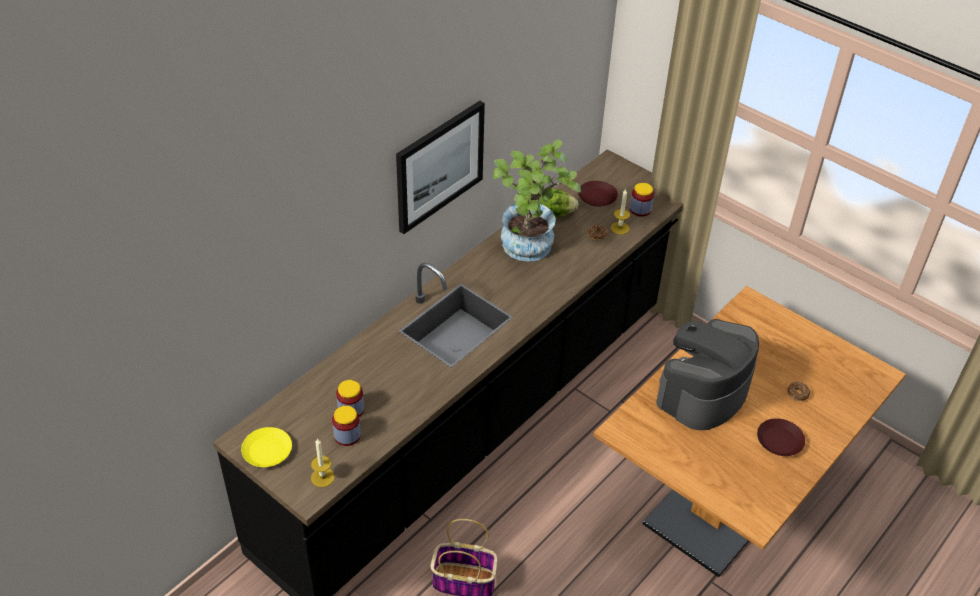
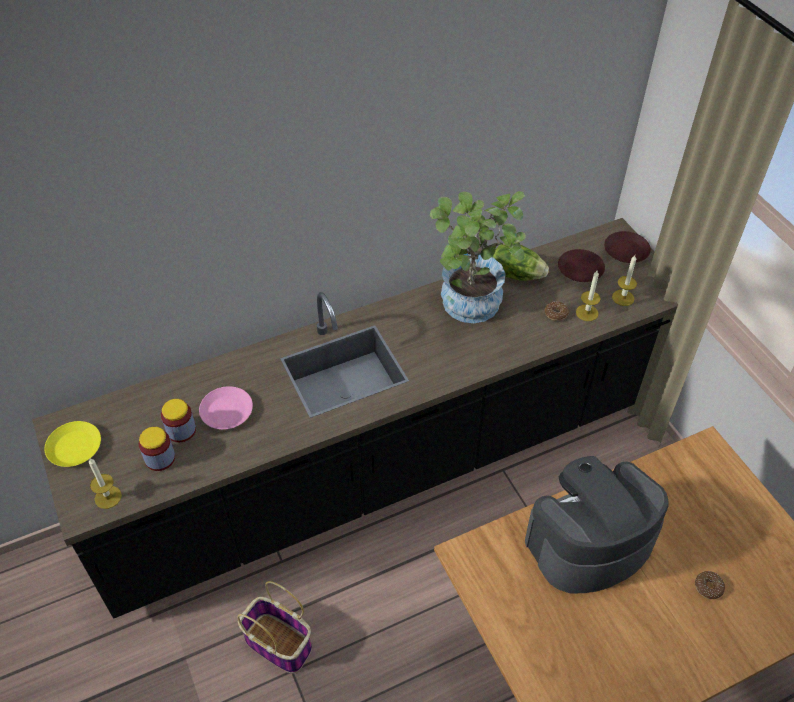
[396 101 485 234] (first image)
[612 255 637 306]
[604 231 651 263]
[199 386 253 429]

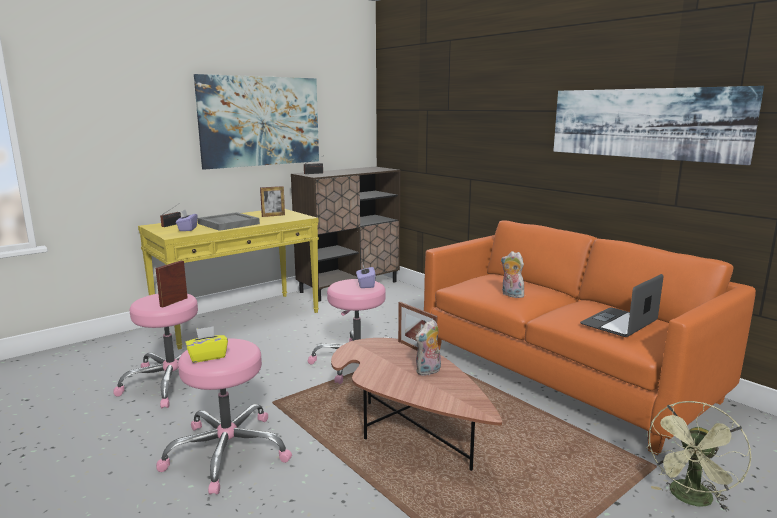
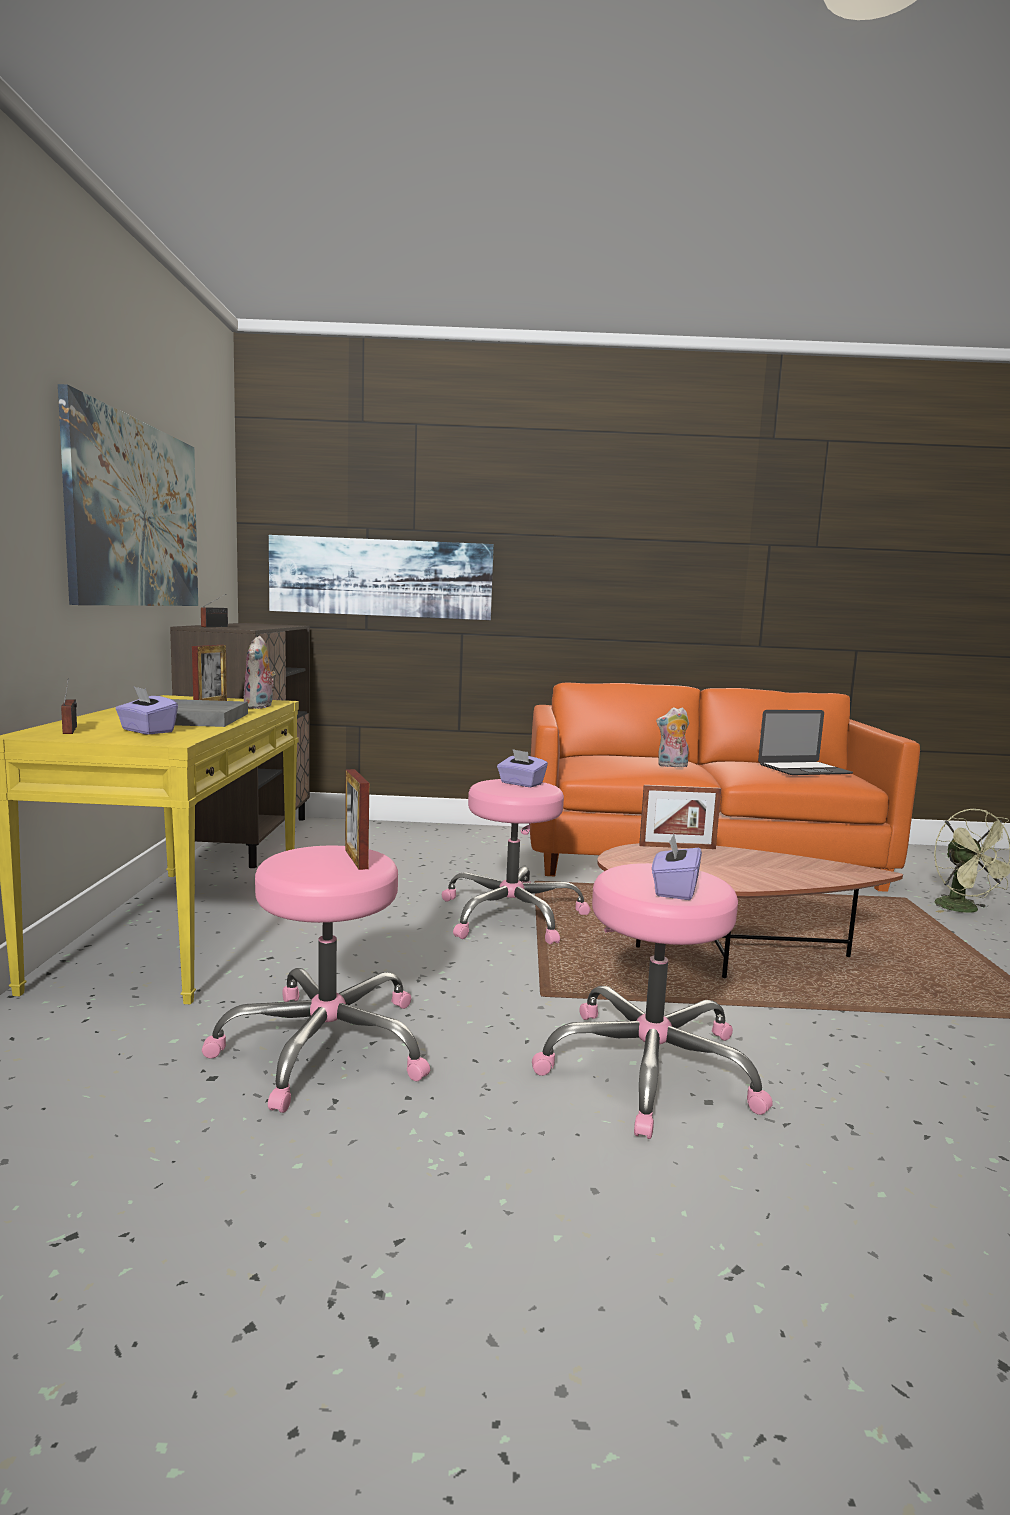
[269 535 494 620]
[758 710 853 775]
[244 636 276 709]
[652 834 702 900]

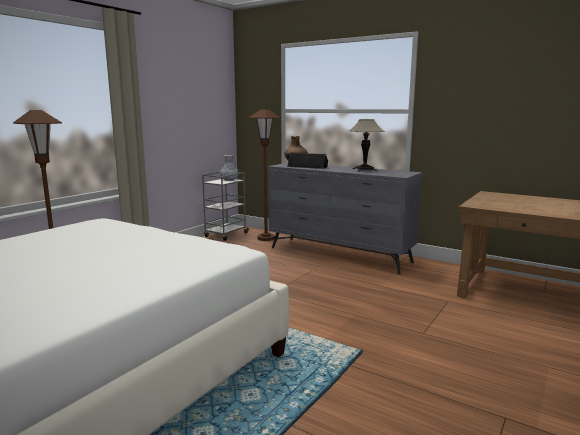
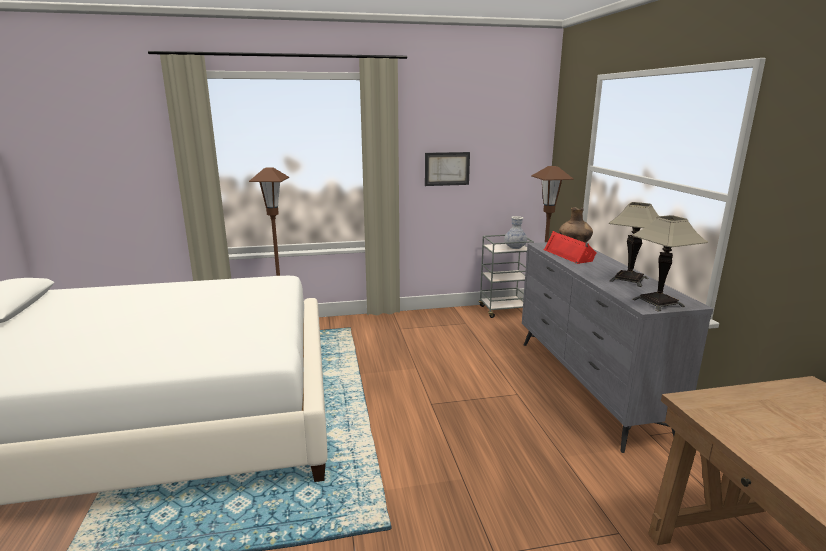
[544 231 597 264]
[425 152 470 186]
[632 215 708 312]

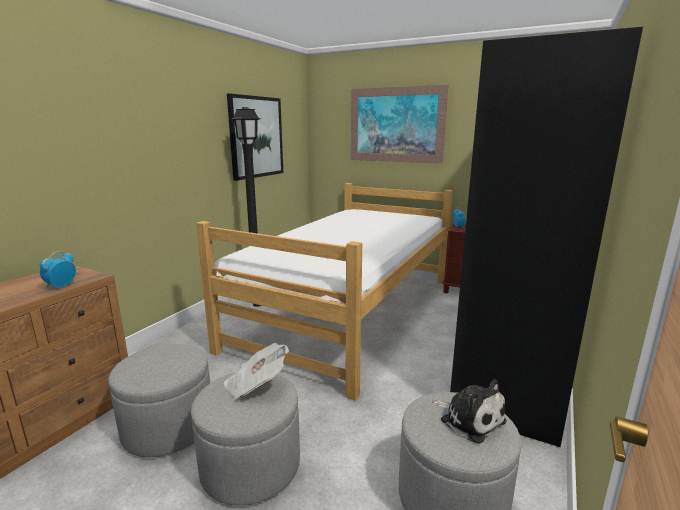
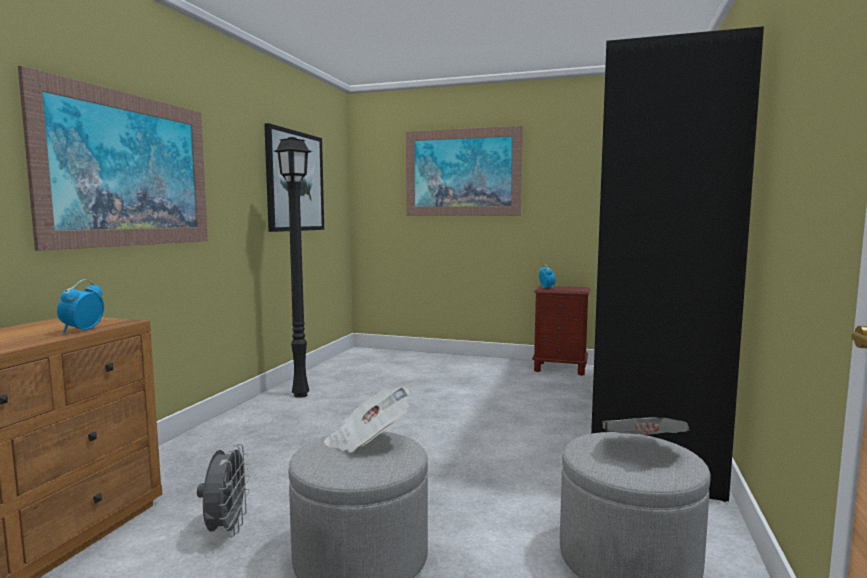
[196 183 453 400] (first image)
[197 444 250 537]
[602 418 690 435]
[18 66 208 251]

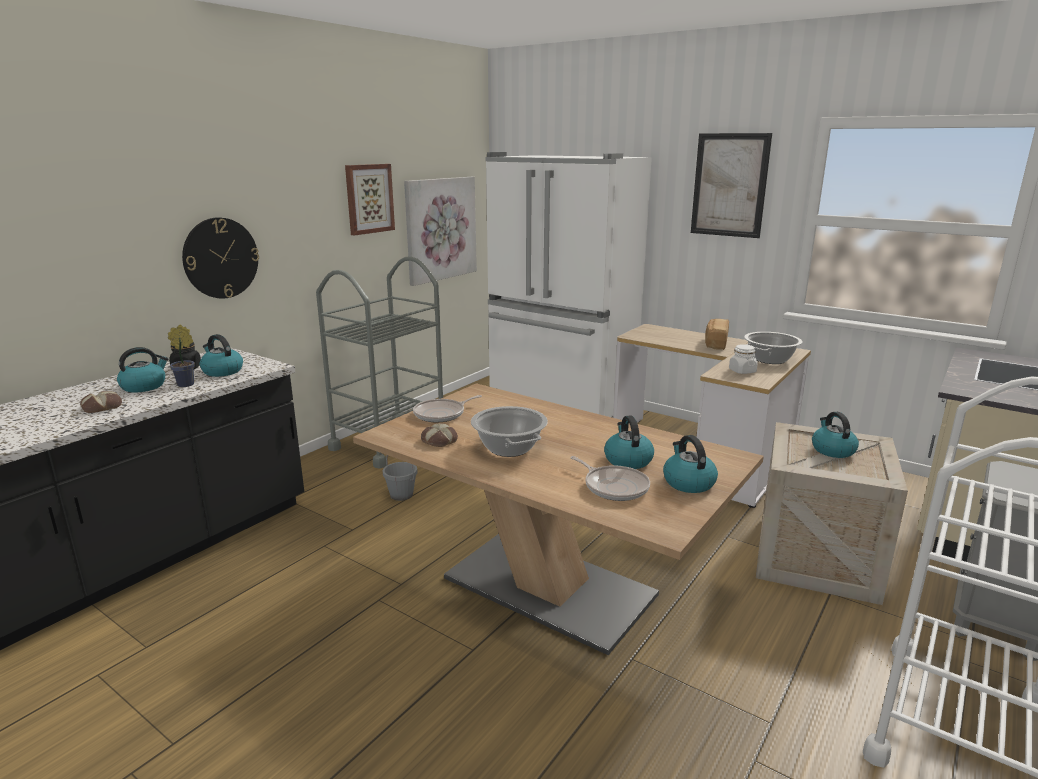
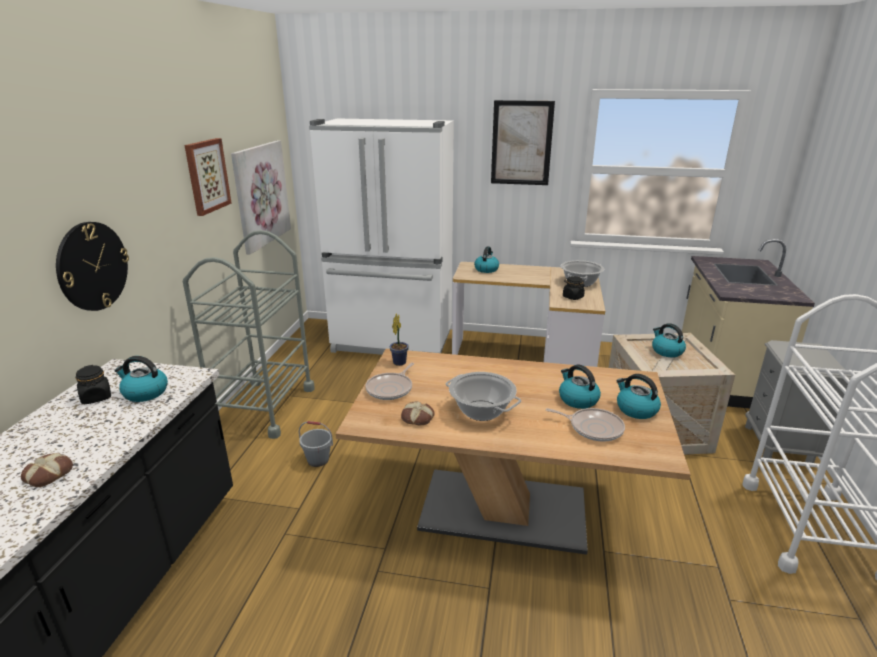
[705 319 729 350] (first image)
[390 314 409 366]
[563 276 585 300]
[474 246 499 273]

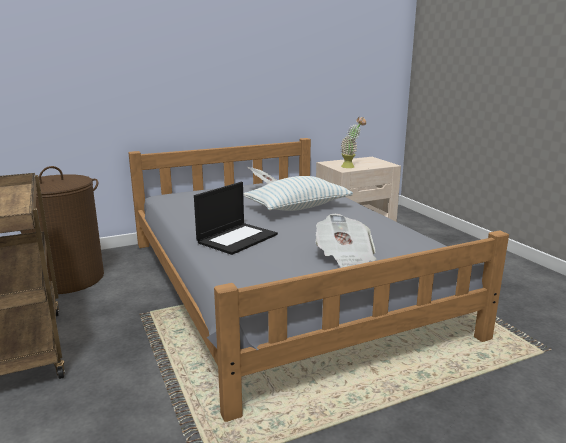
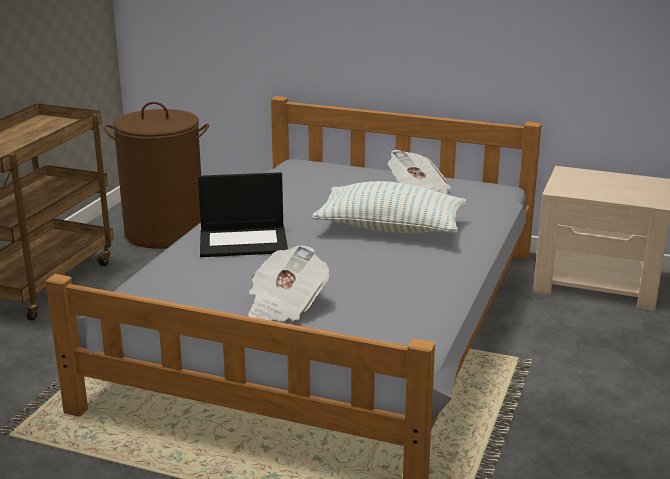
[341 117 366 168] (first image)

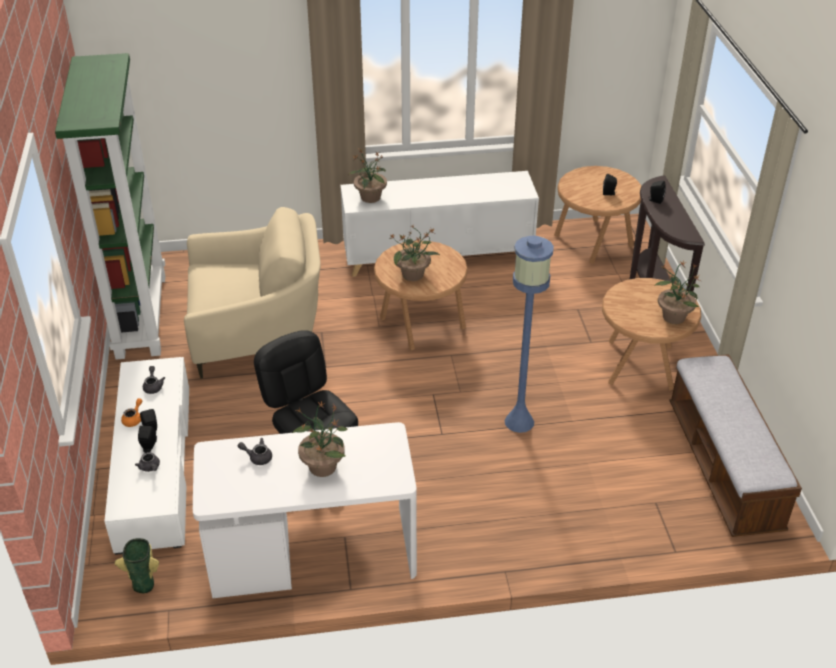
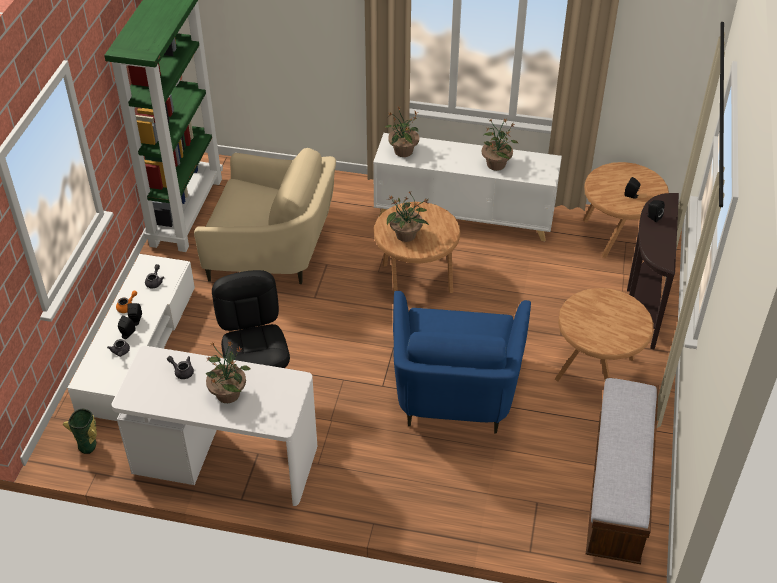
[393 291 531 434]
[482 118 518 171]

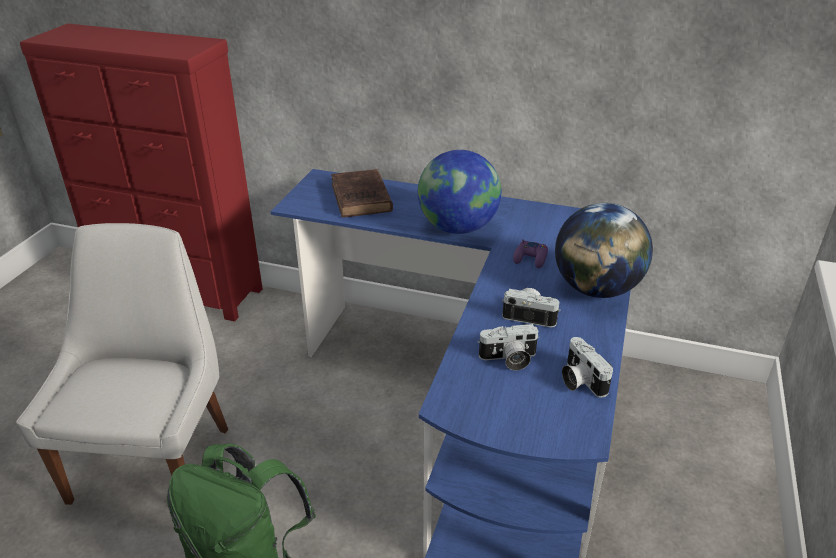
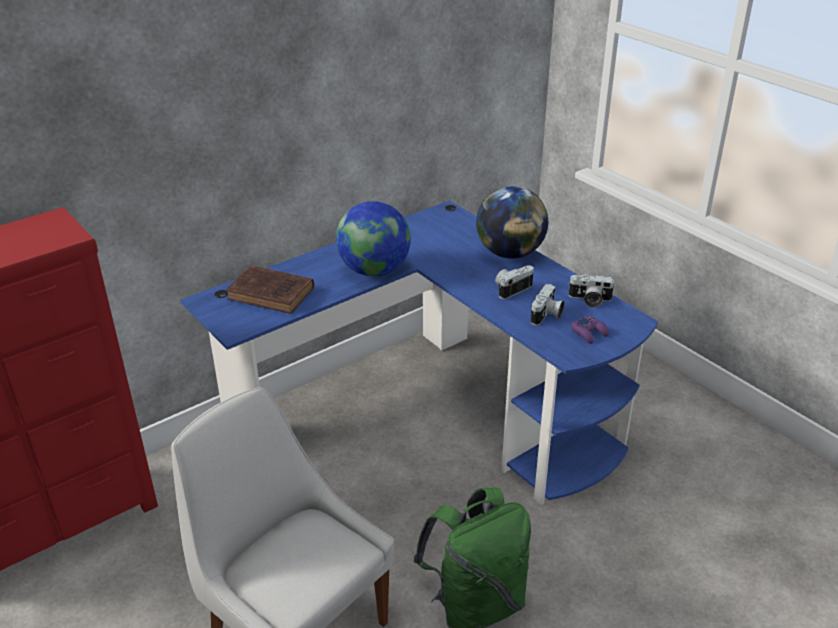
[571 316 609 344]

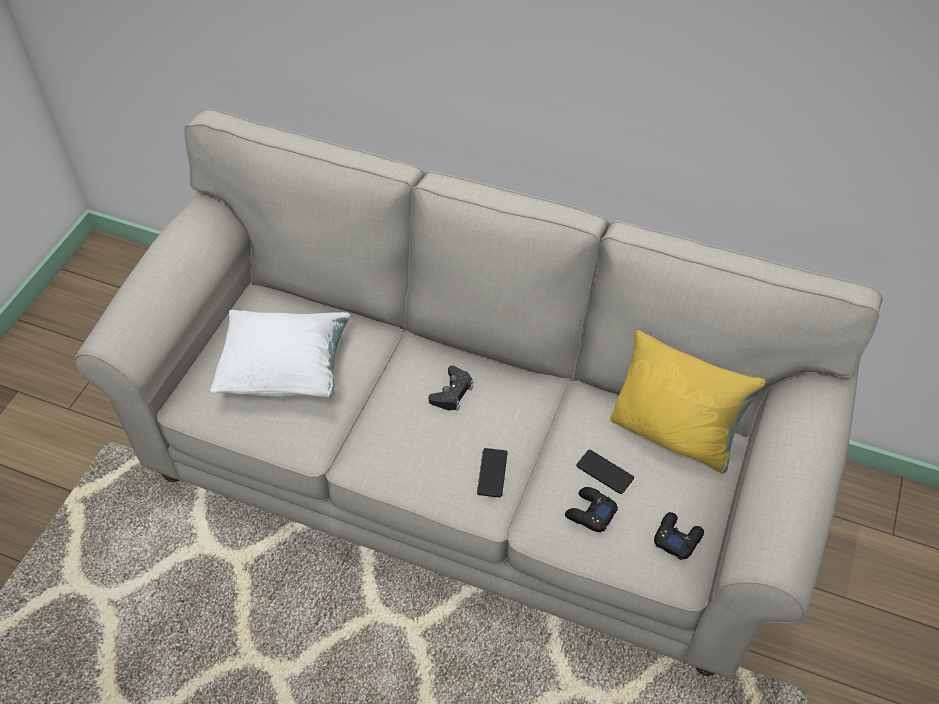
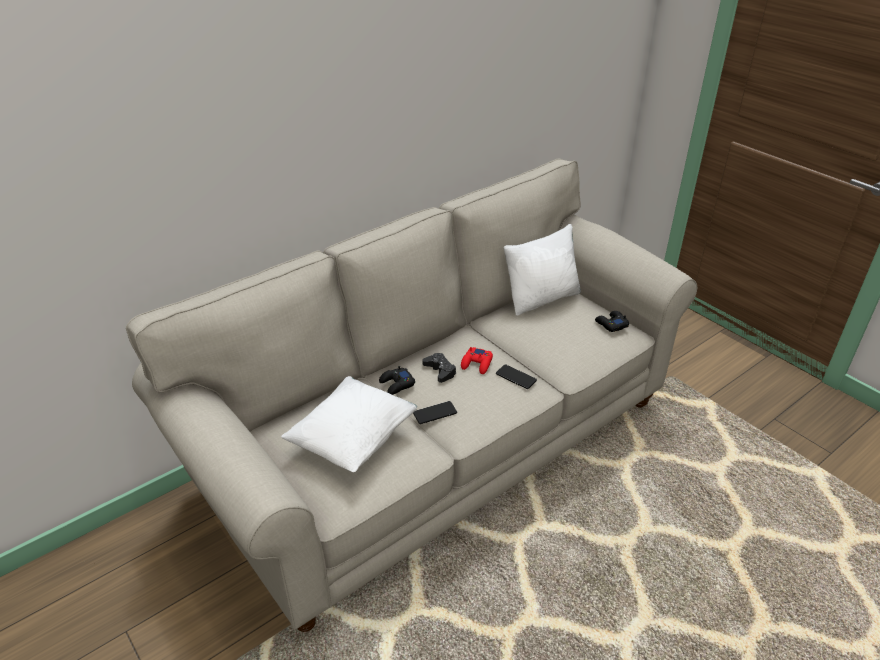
[504 224 581 316]
[413 401 457 424]
[379 366 415 395]
[461 347 493 374]

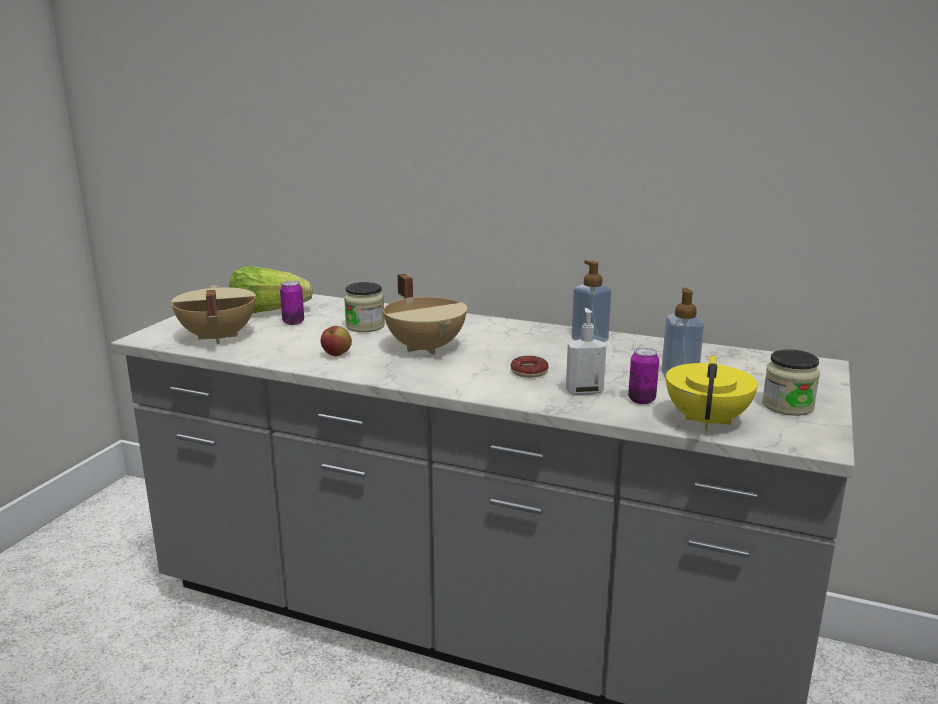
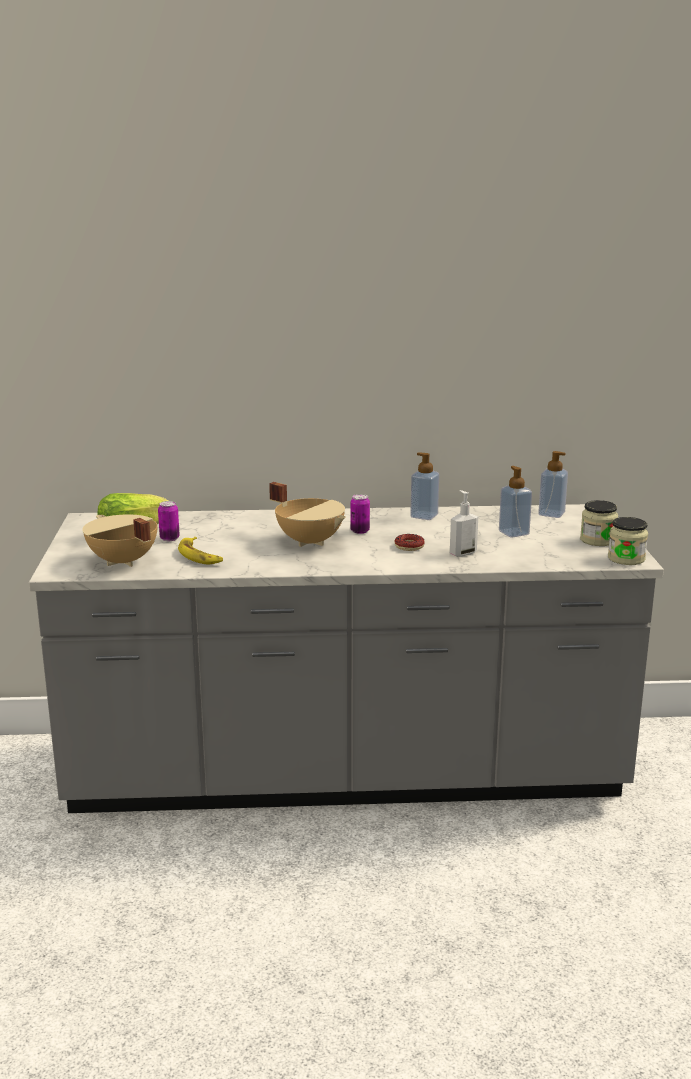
[608 517 648 565]
[321 326 352 356] (first image)
[350 494 370 534]
[666 356 758 430] (first image)
[538 451 568 518]
[178 537 223 564]

